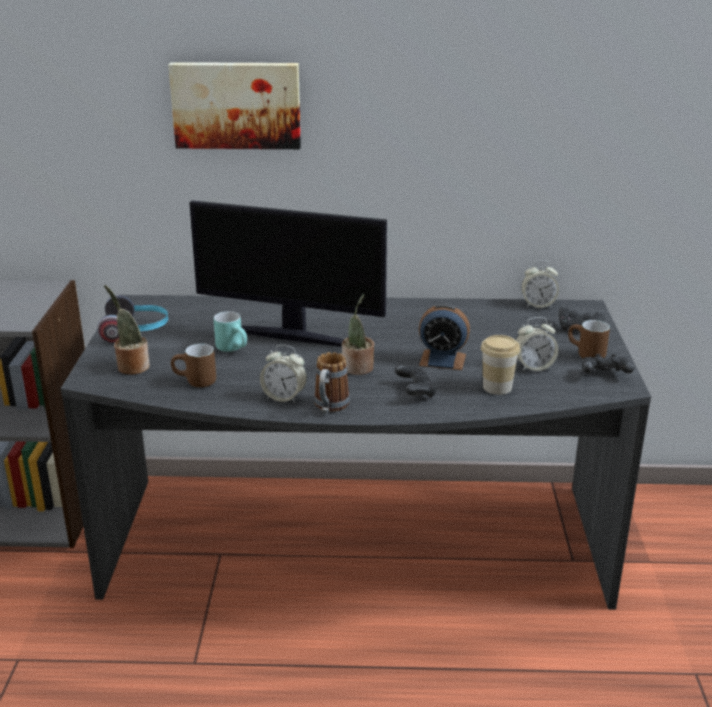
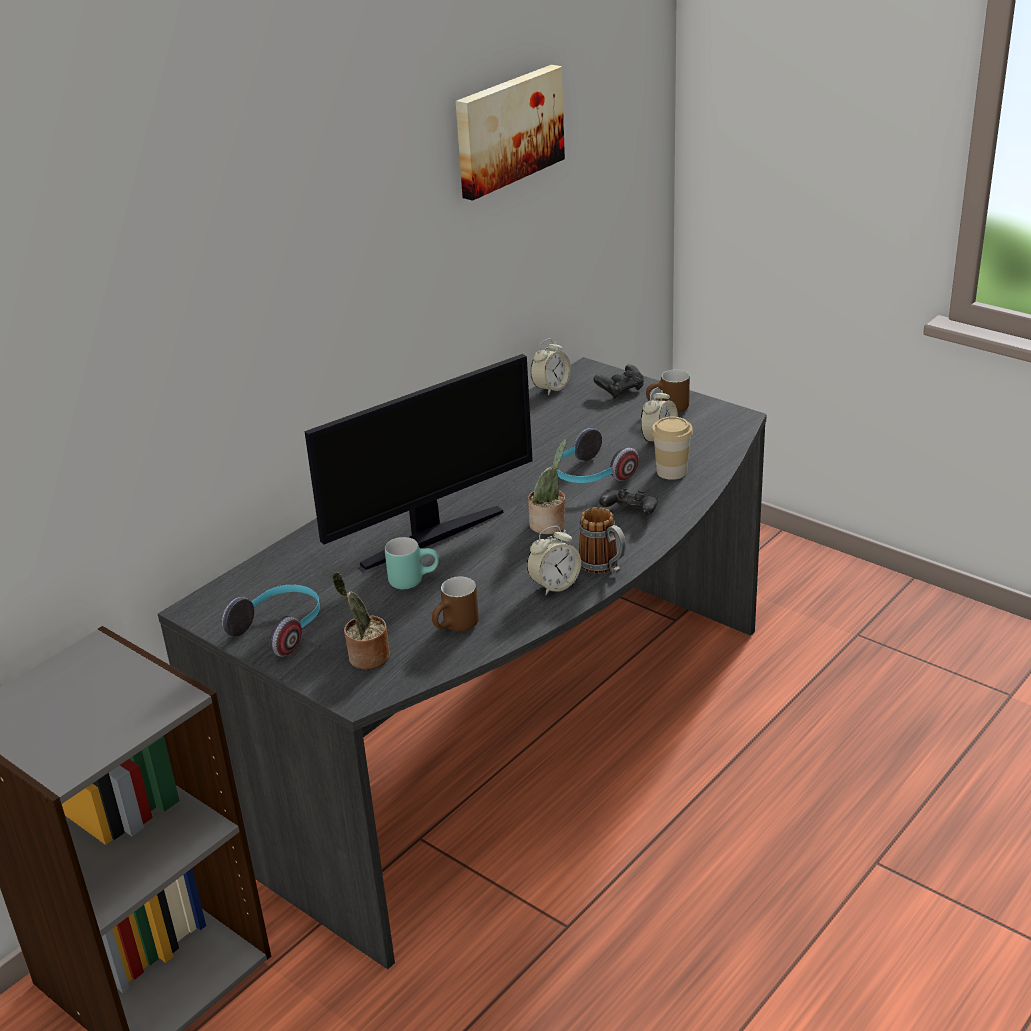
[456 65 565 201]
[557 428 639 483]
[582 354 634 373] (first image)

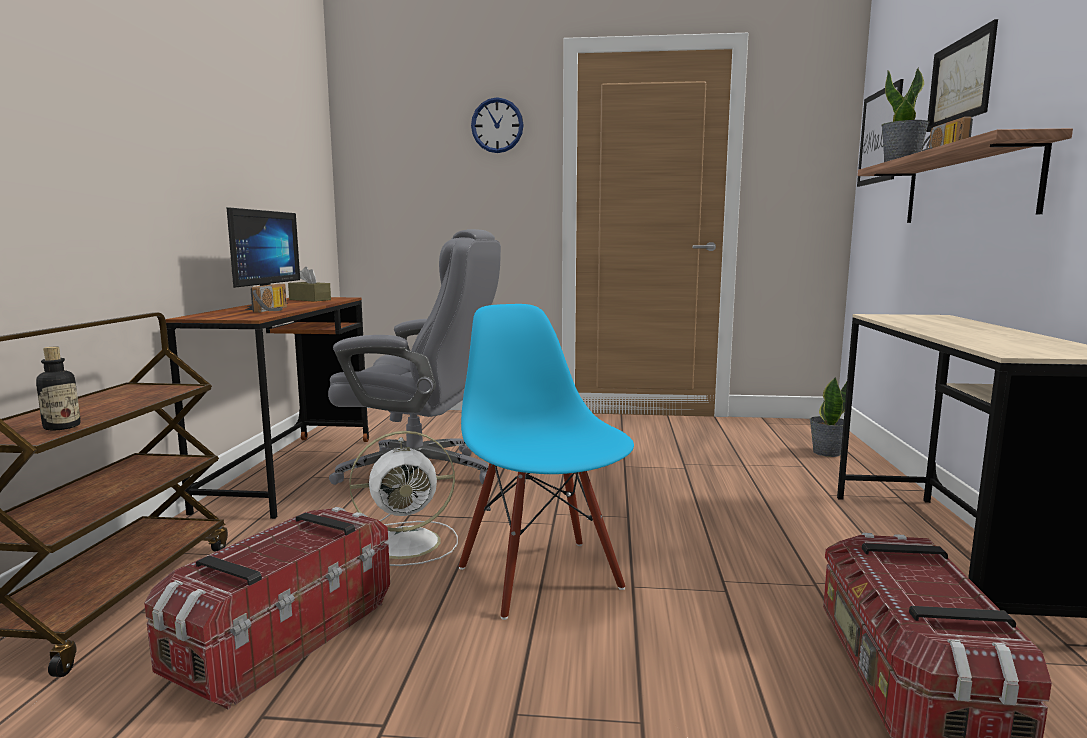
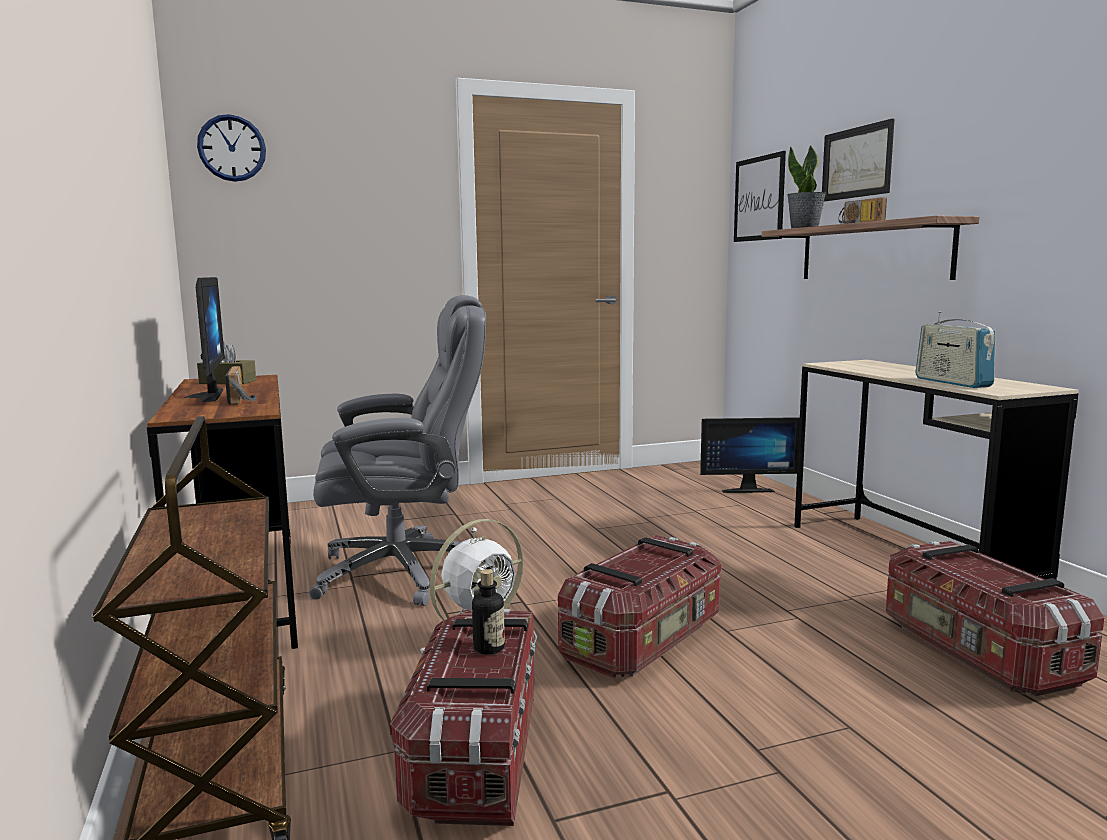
[197 114 266 182]
[558 535 721 678]
[472 569 505 655]
[700 417 800 493]
[915 311 996 388]

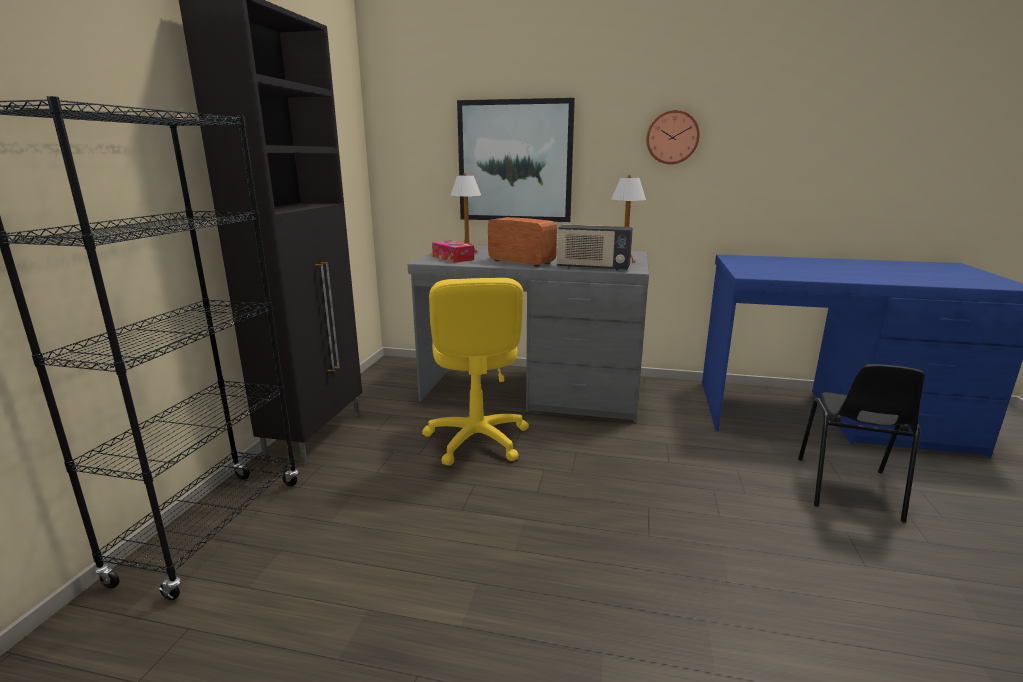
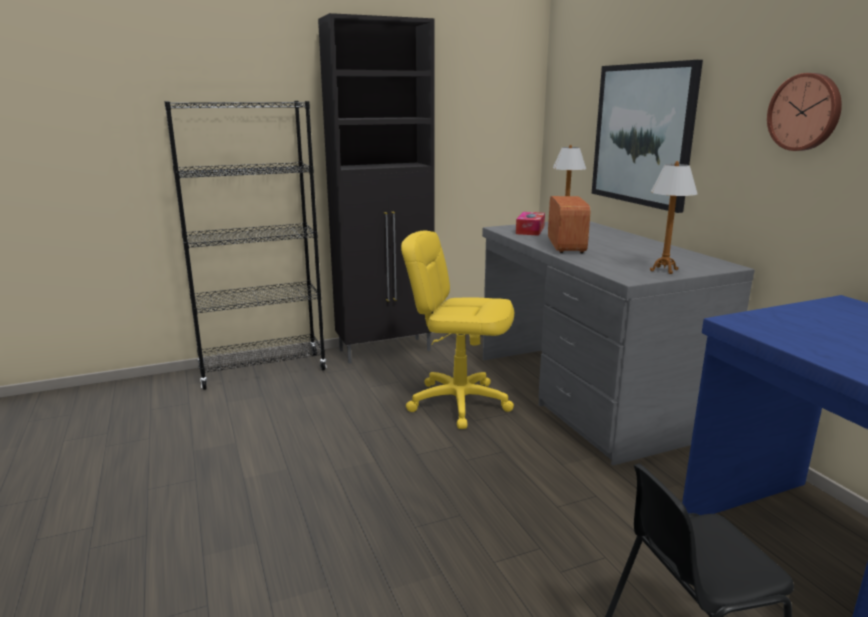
[556 225 633 271] (first image)
[401 231 514 429]

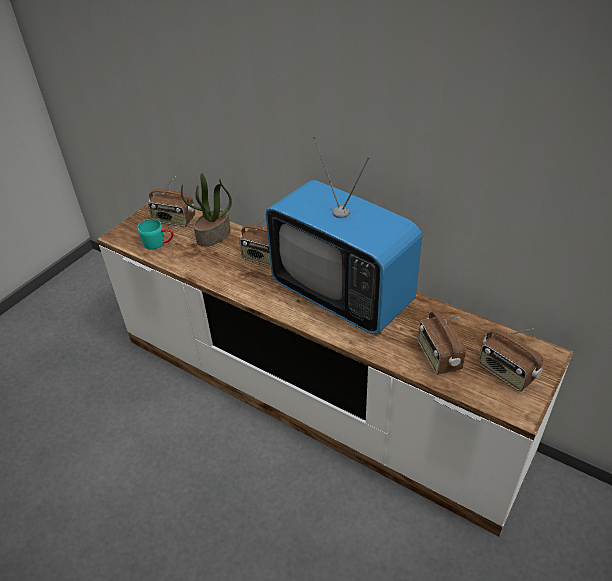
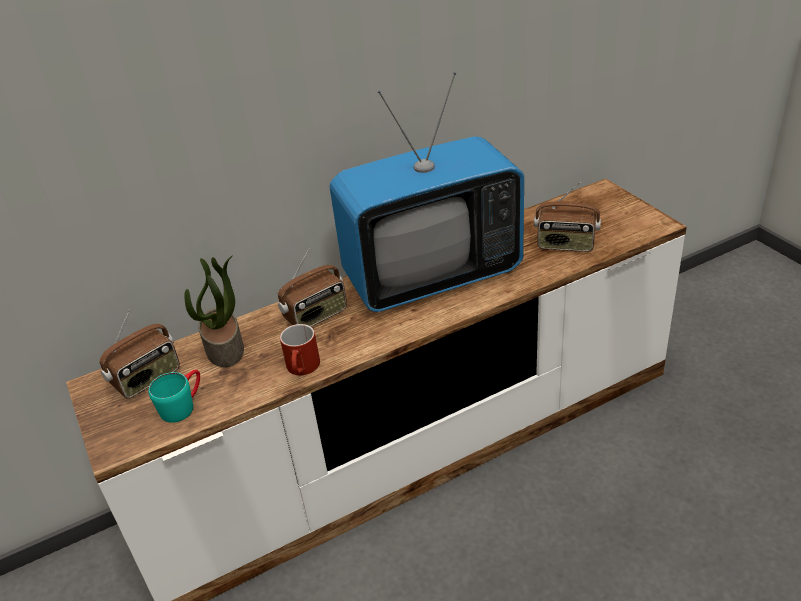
[478 328 543 391] (first image)
[280 324 320 375]

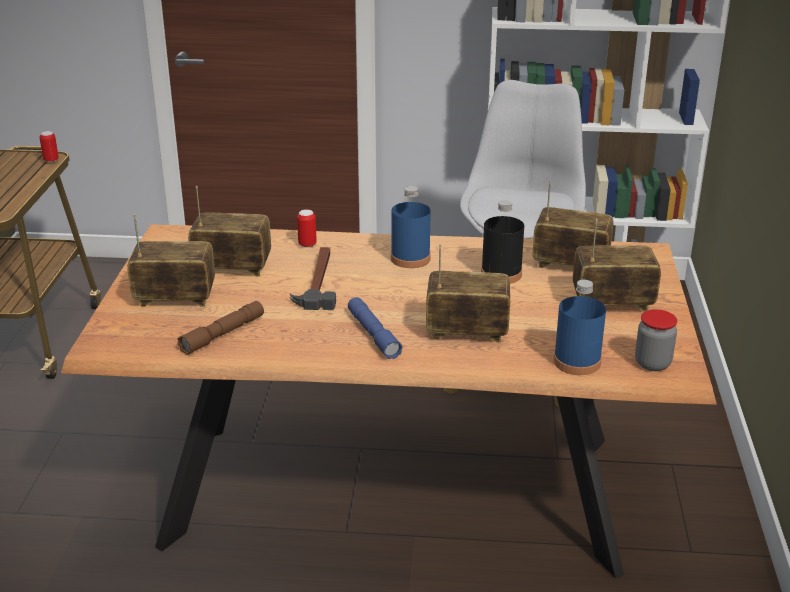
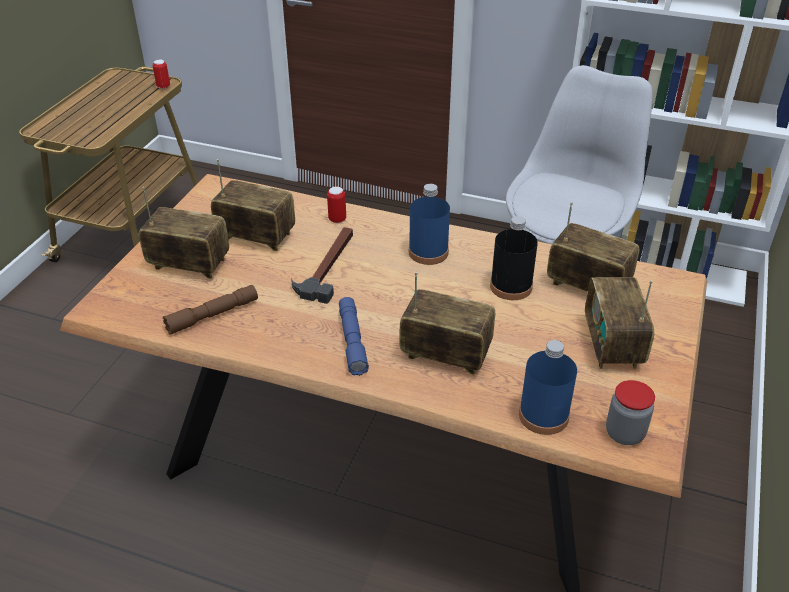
[585 277 654 369]

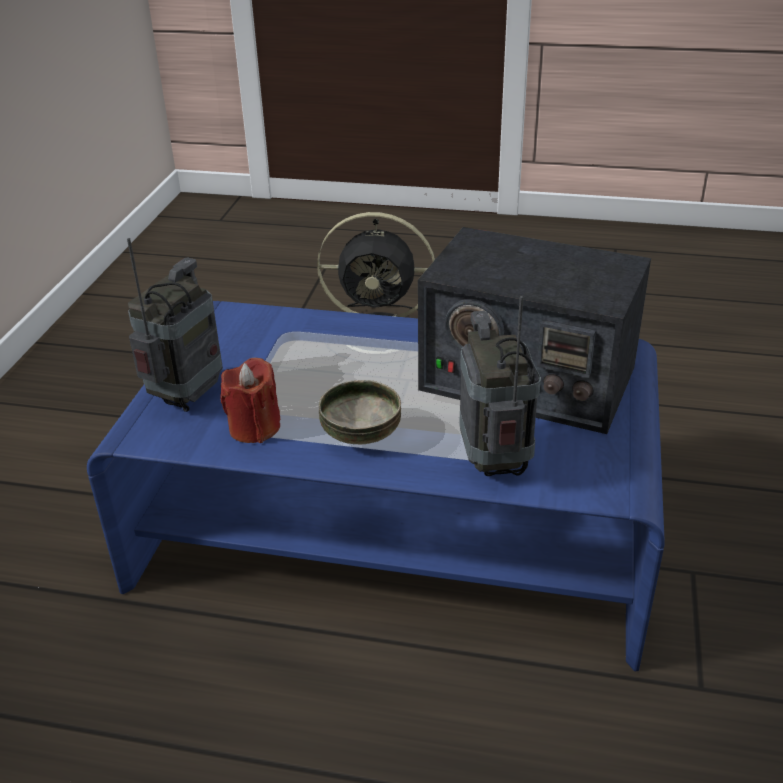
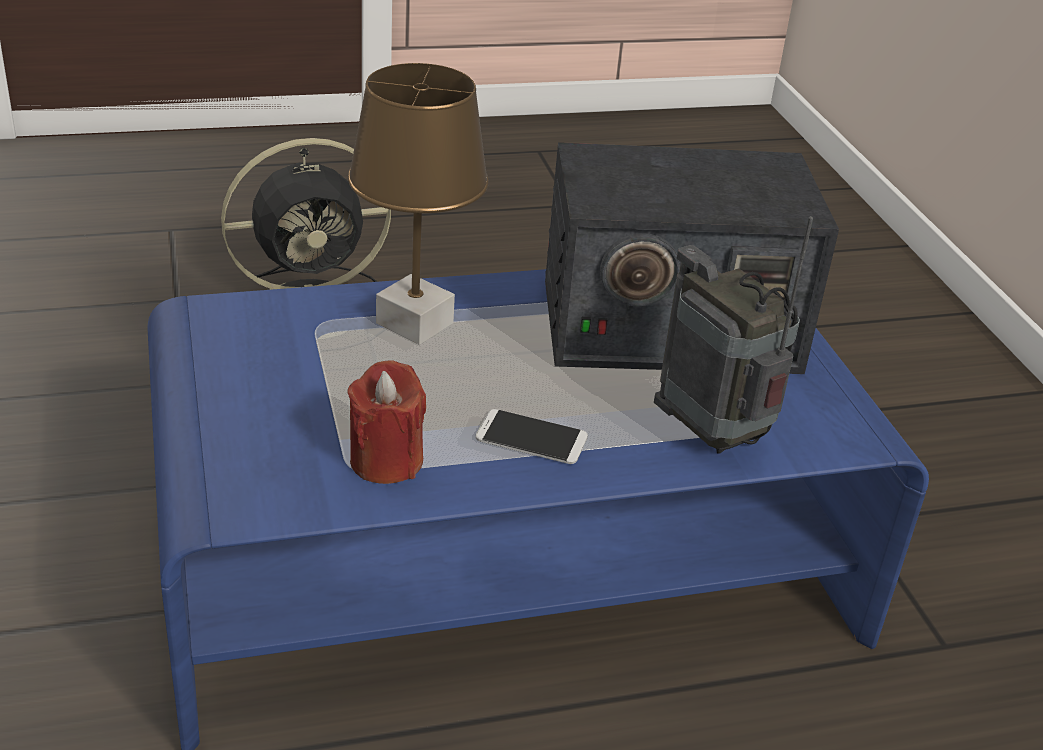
[127 238 223 412] (first image)
[475 409 588 464]
[348 63 489 345]

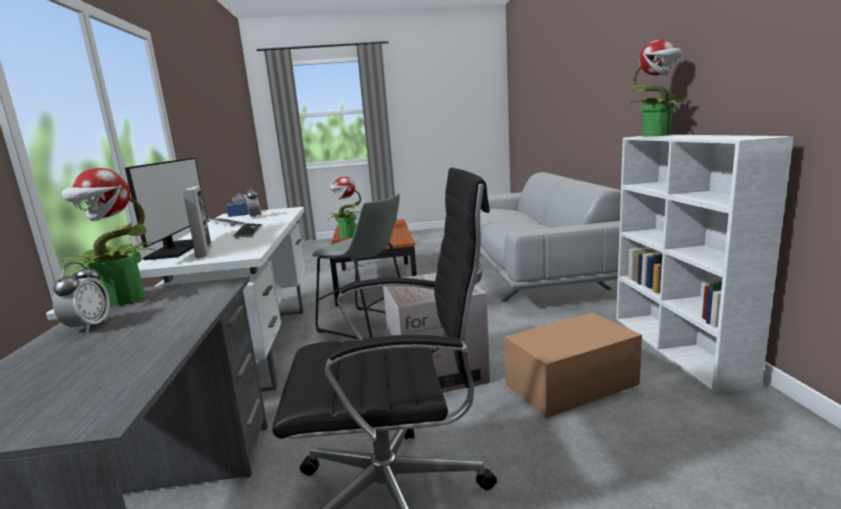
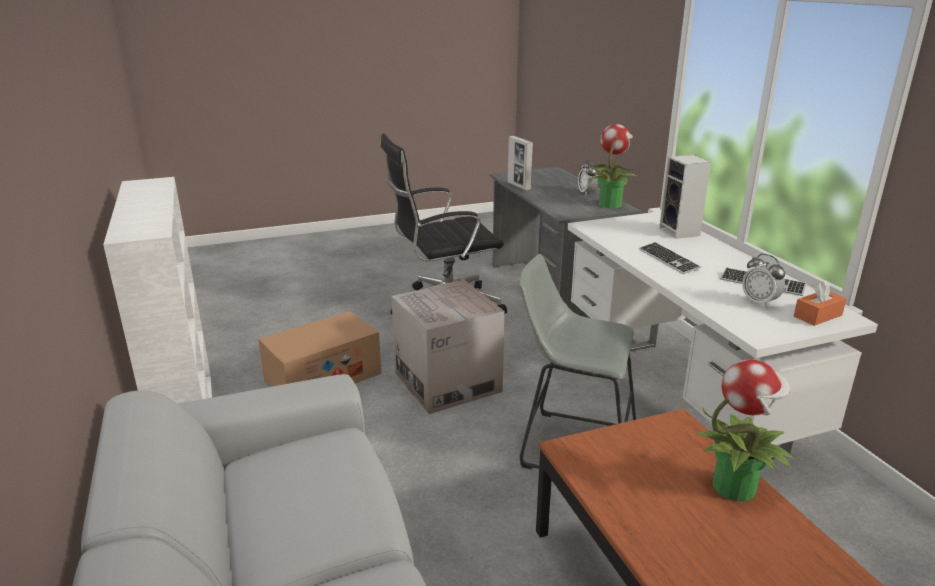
[629 40 691 137] (first image)
[659 155 711 239]
[508 136 533 190]
[794 281 846 326]

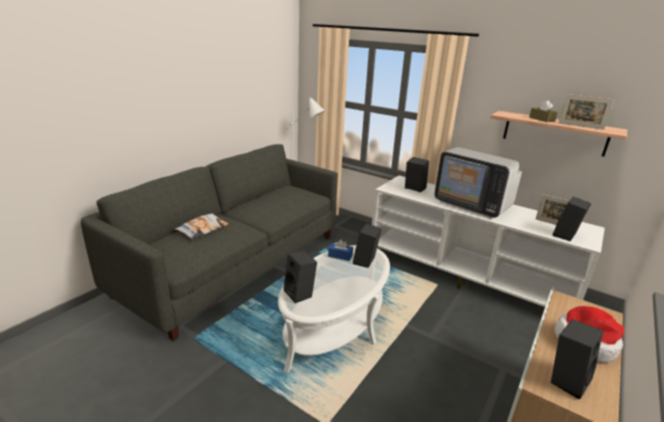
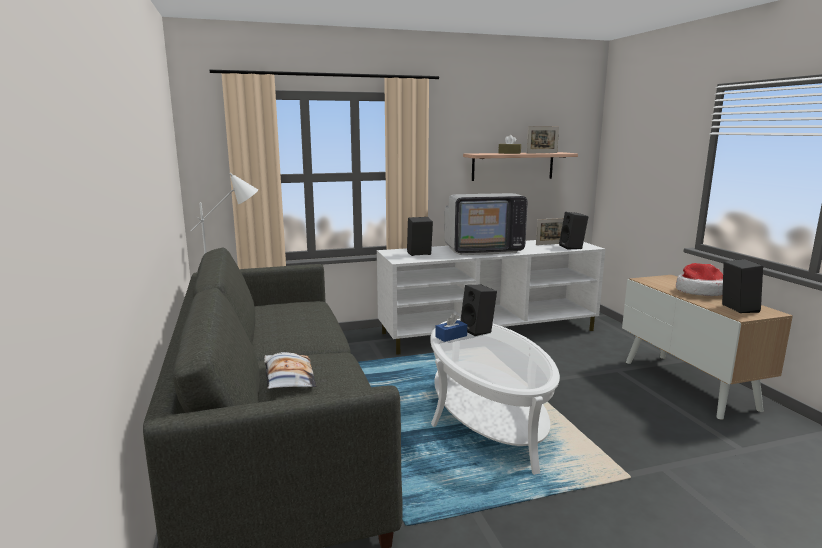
[283 251 317 303] (first image)

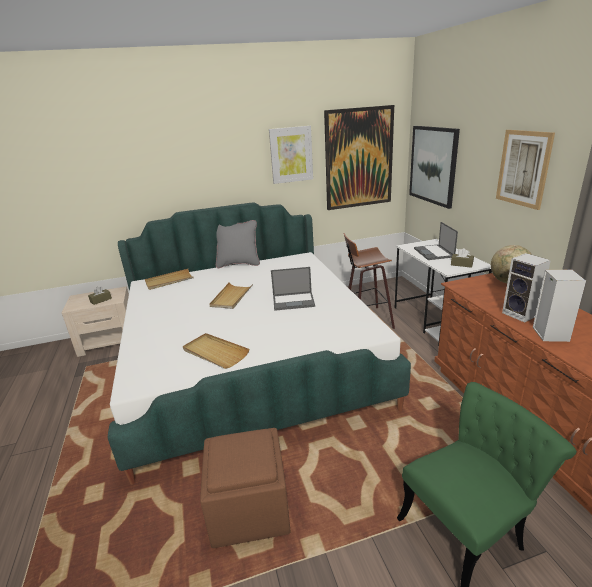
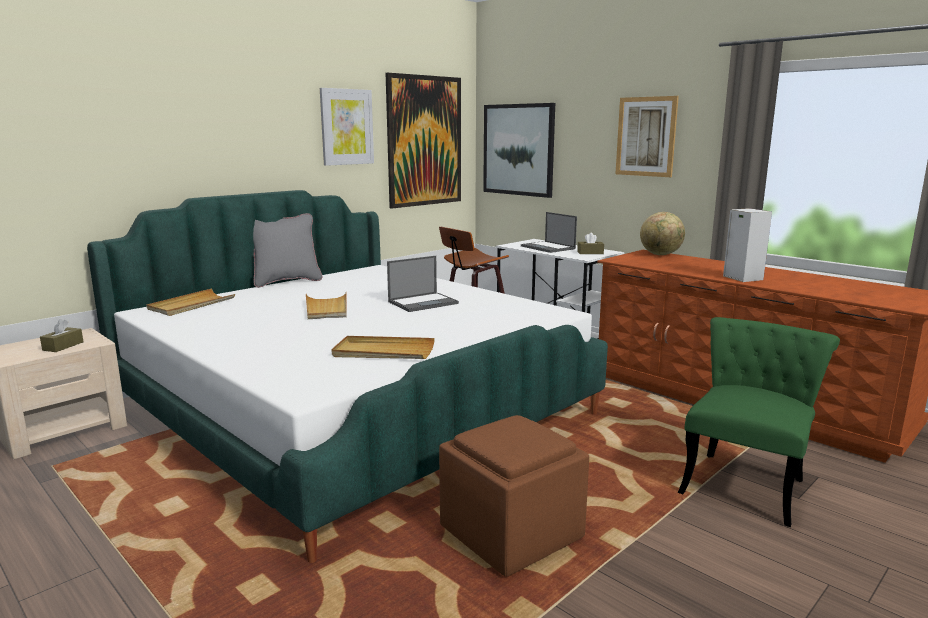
[502 253 551 322] (first image)

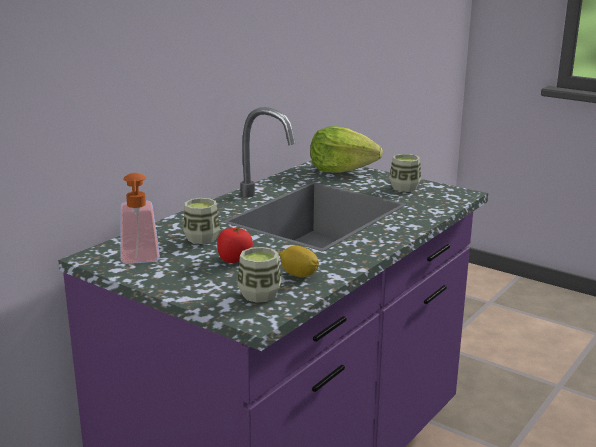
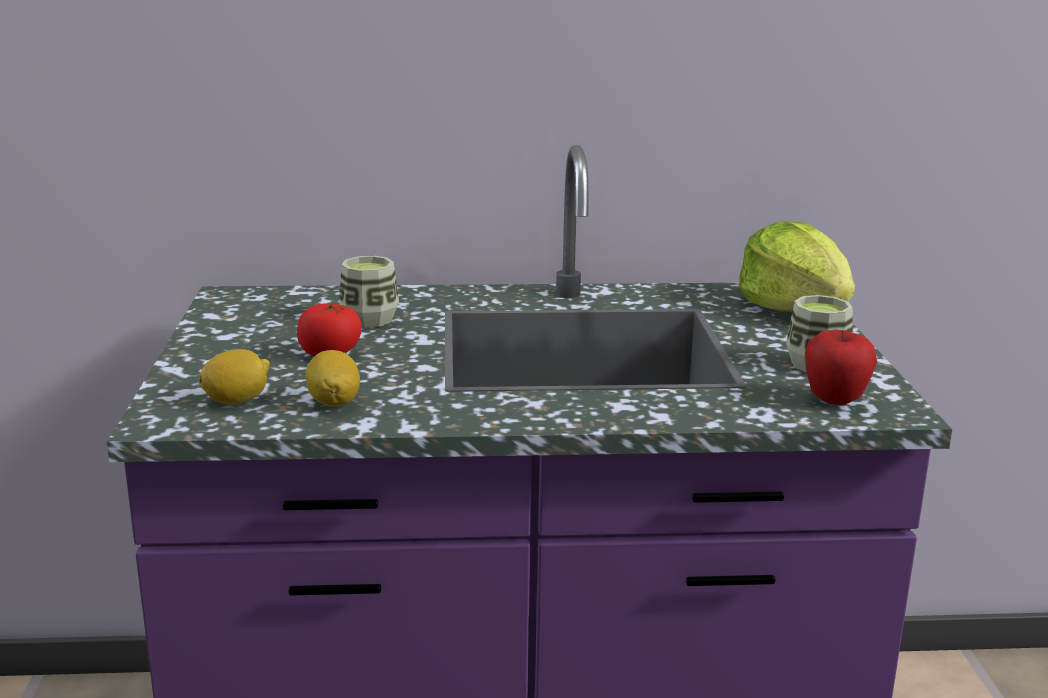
[121 173 160 264] (first image)
[199 349 270 405]
[805 330 877 405]

